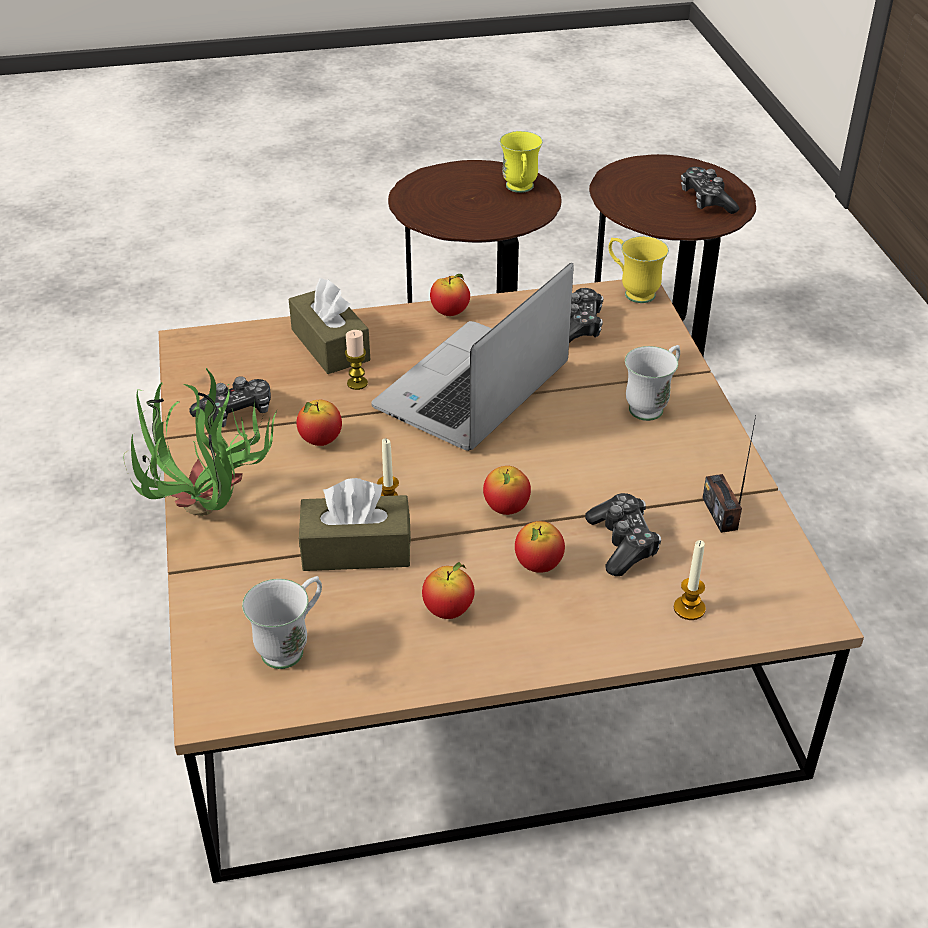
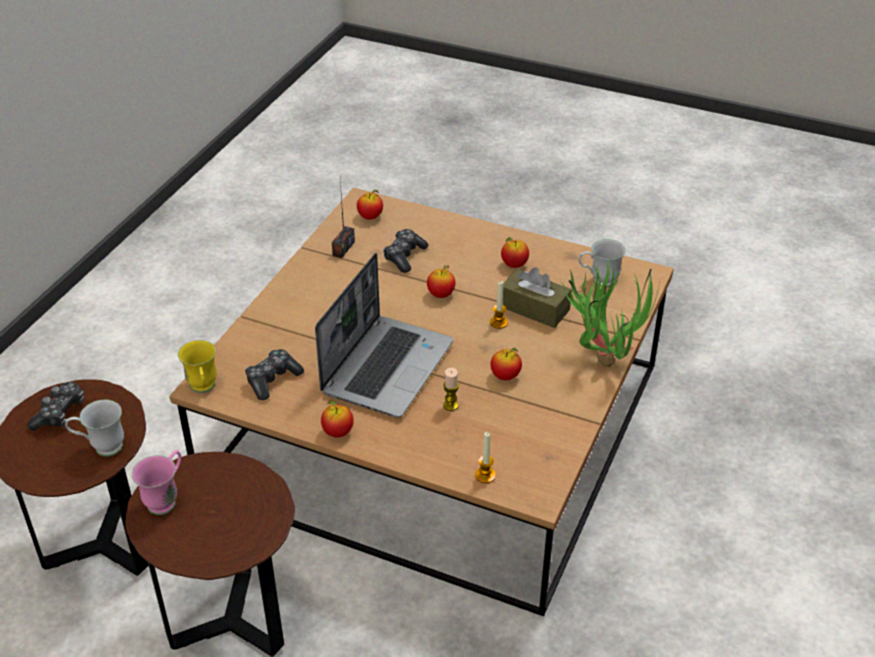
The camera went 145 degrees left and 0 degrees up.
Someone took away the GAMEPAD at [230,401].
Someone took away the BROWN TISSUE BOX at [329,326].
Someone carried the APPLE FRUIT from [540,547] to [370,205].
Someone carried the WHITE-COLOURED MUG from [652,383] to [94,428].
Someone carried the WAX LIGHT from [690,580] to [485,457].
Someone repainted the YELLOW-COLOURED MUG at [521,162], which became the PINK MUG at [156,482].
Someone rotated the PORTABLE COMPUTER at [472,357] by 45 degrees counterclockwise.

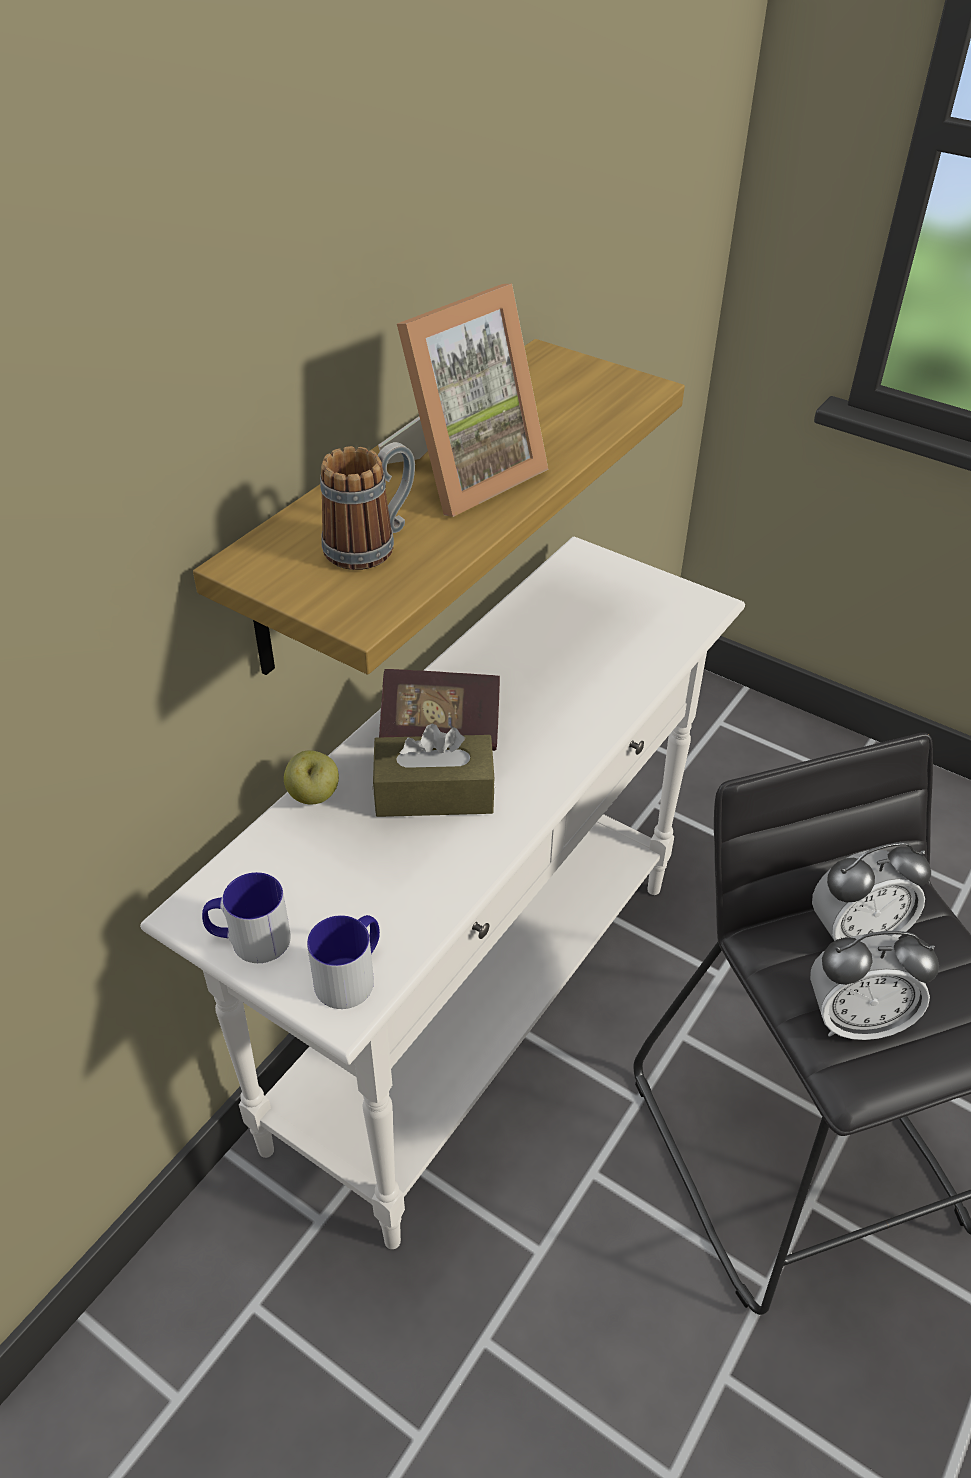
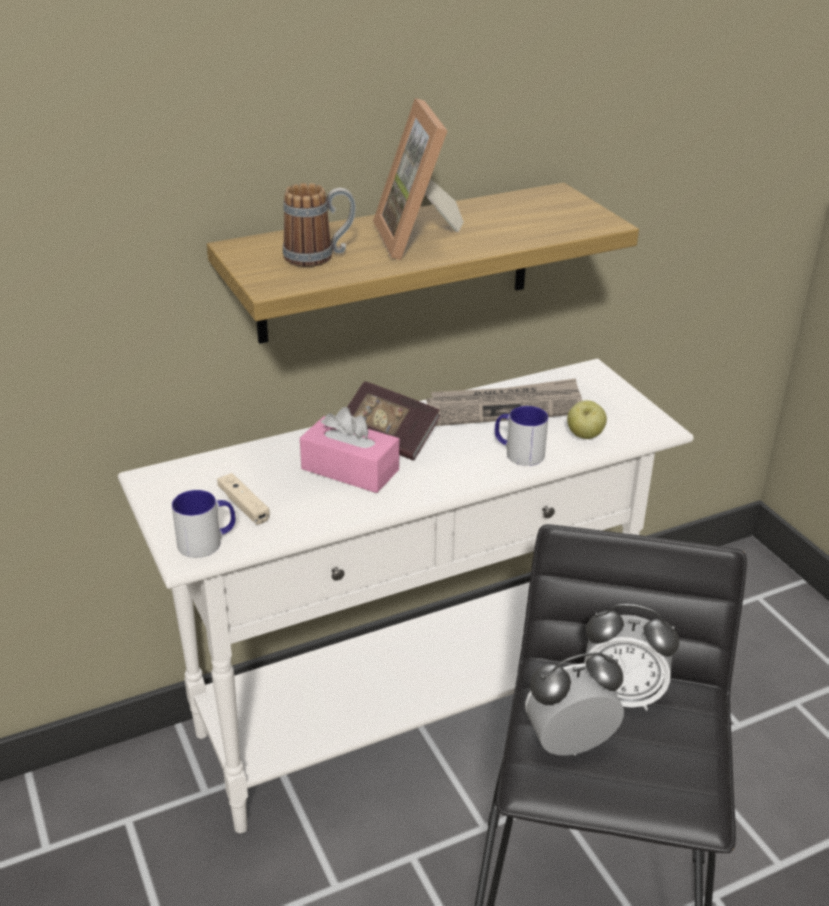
The camera went 30 degrees right and 10 degrees down.
Someone put down the BEIGE GAMEPAD at [243,499].
Someone put down the NEWSPAPER at [504,402].
Someone carried the MUG from [246,917] to [521,436].
Someone carried the APPLE FRUIT from [311,777] to [587,419].
Someone repainted the BROWN TISSUE BOX at [434,770], which became the PINK TISSUE BOX at [349,450].
Someone rotated the PICTURE FRAME at [463,400] by 90 degrees clockwise.
Someone rotated the BEDSIDE CLOCK at [874,985] by 135 degrees clockwise.

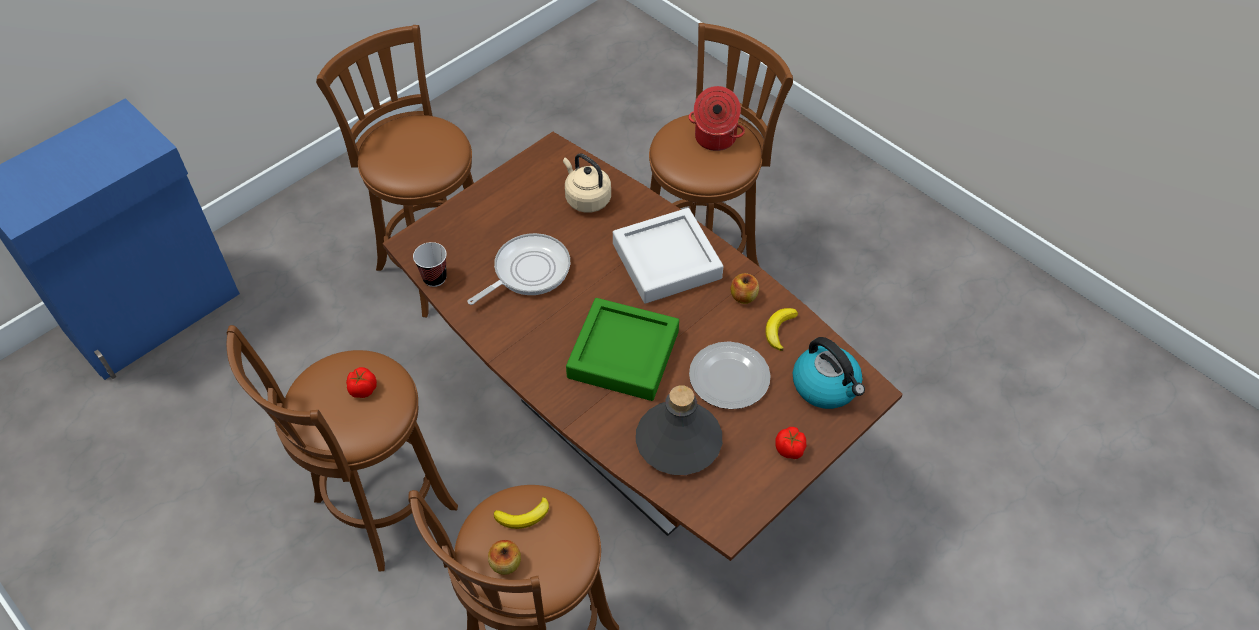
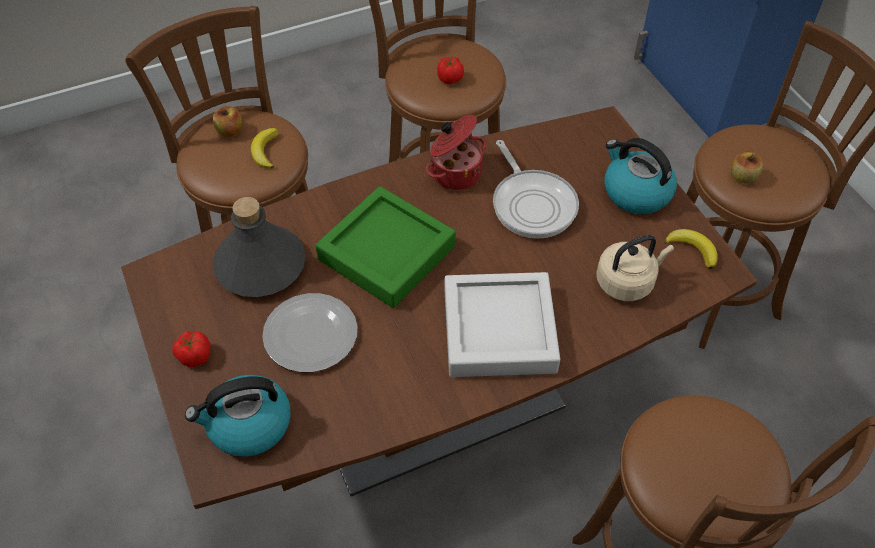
The camera went 110 degrees right and 0 degrees up.
Someone took away the DRINKING CUP at [430,264].
Someone put down the KETTLE at [640,176].
Someone carried the SAUCEPOT from [717,118] to [456,152].
Someone carried the APPLE FRUIT from [745,288] to [747,168].
Someone carried the BANANA FRUIT from [781,329] to [691,249].

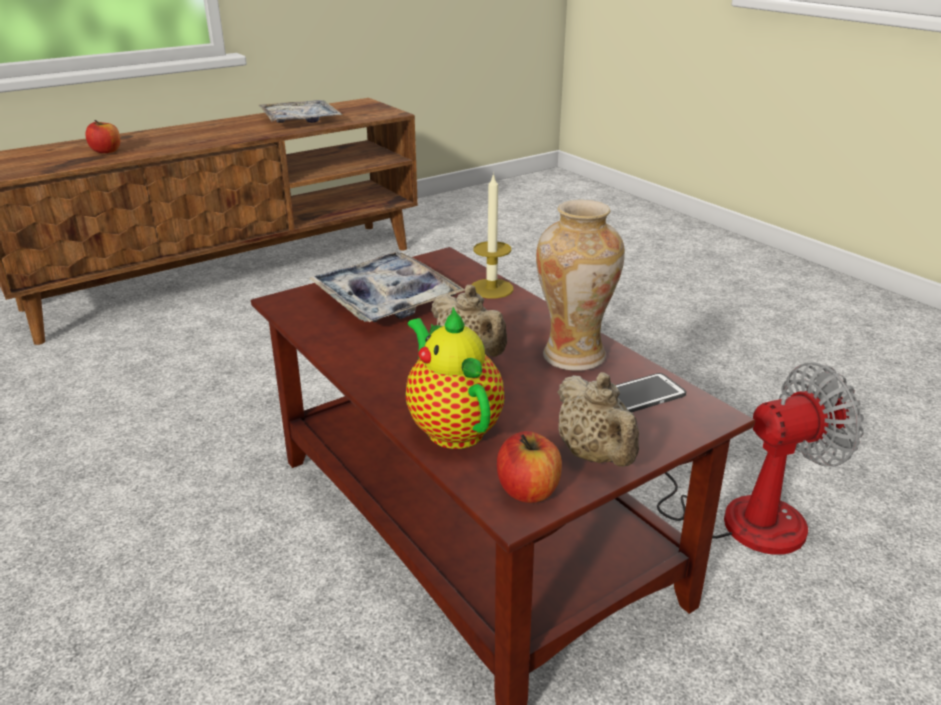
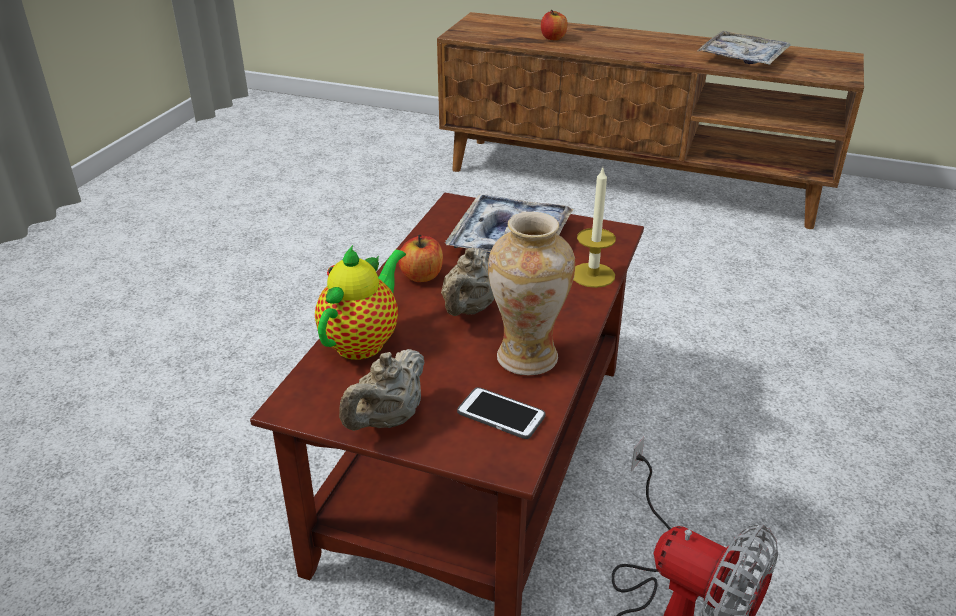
The camera went 55 degrees right and 5 degrees up.
Someone carried the APPLE FRUIT from [529,467] to [421,258].

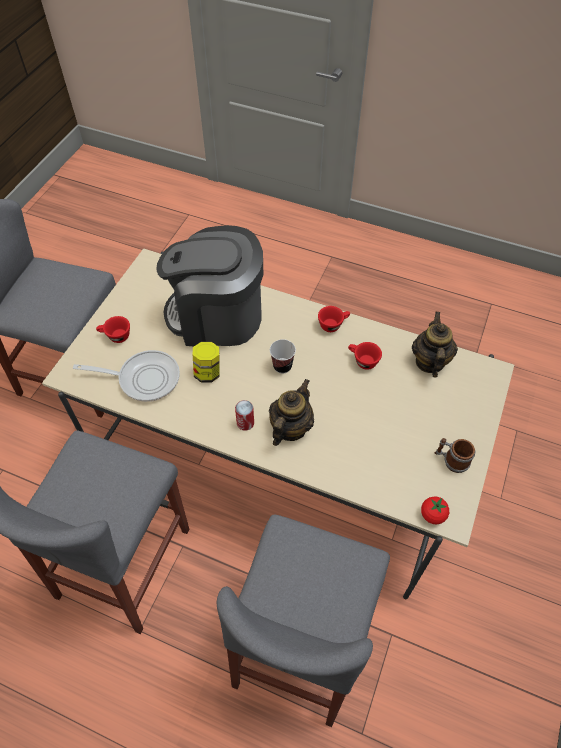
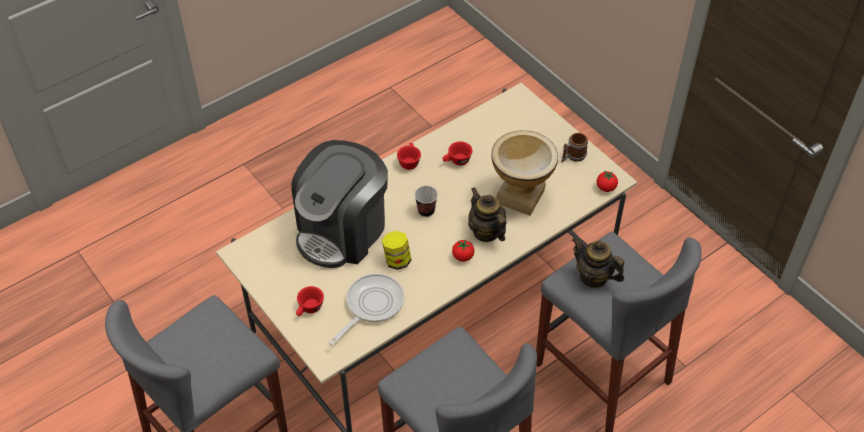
The camera went 60 degrees left and 5 degrees down.
Someone put down the VASE at [524,172].
Someone carried the TEAPOT from [435,345] to [598,263].
Someone swapped the METAL CAN at [244,415] for the WHOLE TOMATO at [463,251].

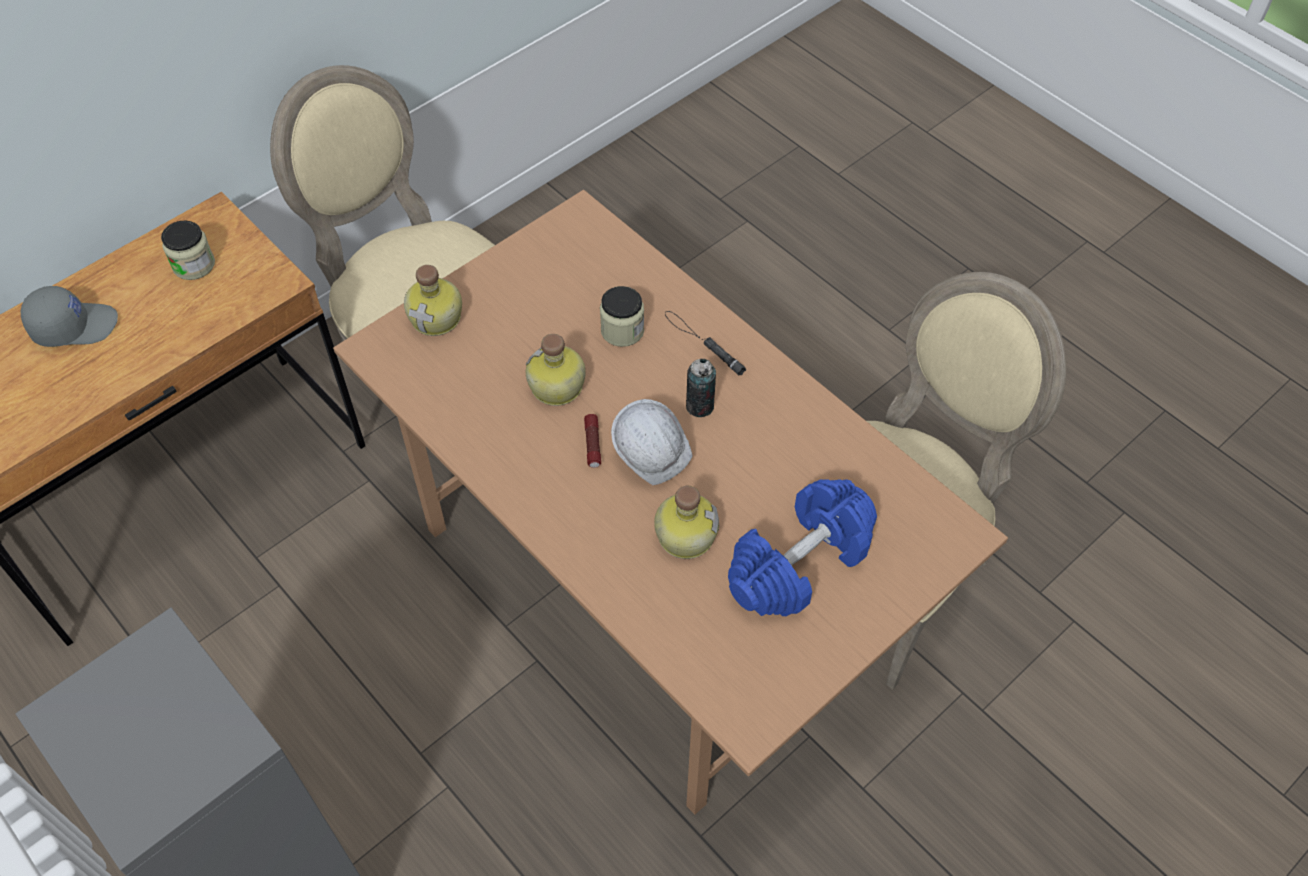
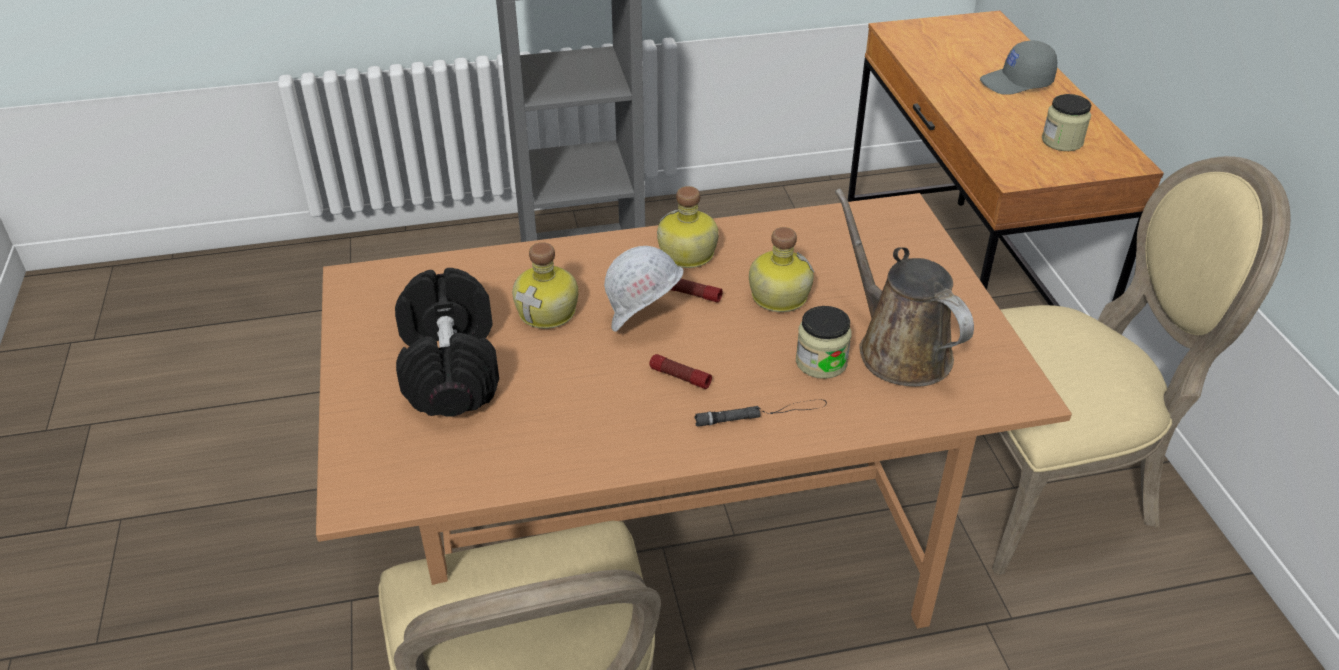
The camera went 120 degrees right and 15 degrees down.
Someone put down the BROWN SPRINKLING CAN at [904,288].
Someone carried the BOTTLE from [433,300] to [688,227].
Someone swapped the METAL CAN at [701,387] for the FLASHLIGHT at [681,371].
Someone repainted the BLUISH DUMBBELL at [802,547], which became the BLACK DUMBBELL at [447,342].
Someone rotated the GRAY CAP at [69,316] by 60 degrees clockwise.

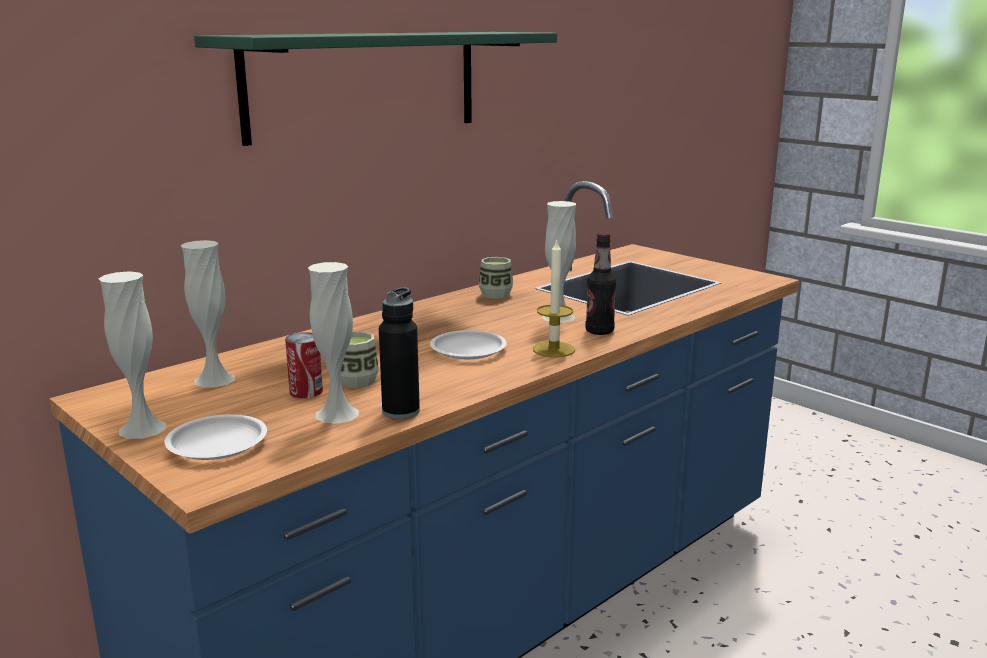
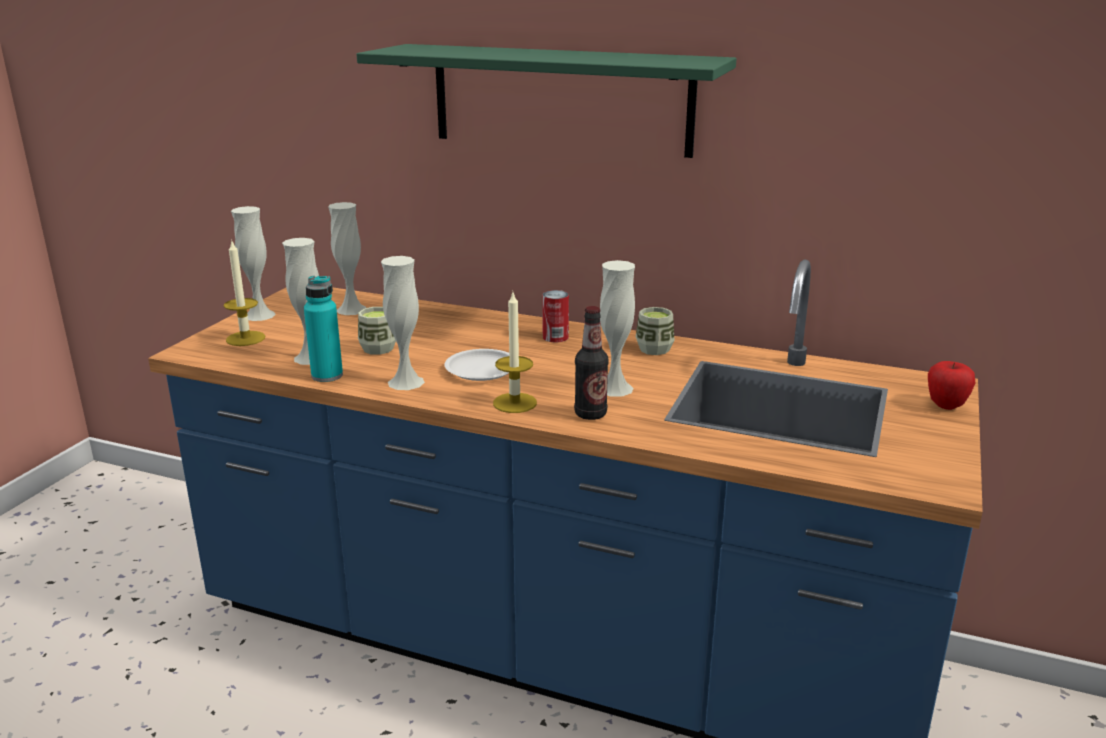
The camera went 65 degrees right and 5 degrees up.
Someone put down the WHITE-COLOURED VASE at [403,323].
Someone put down the APPLE FRUIT at [951,385].
Someone carried the METAL CAN from [304,365] to [555,316].
Someone swapped the WHITE-COLOURED DINNER PLATE at [215,437] for the WAX LIGHT at [244,293].
Someone repainted the BLACK BOTTLE at [399,353], which became the TURQUOISE-COLOURED BOTTLE at [323,329].

